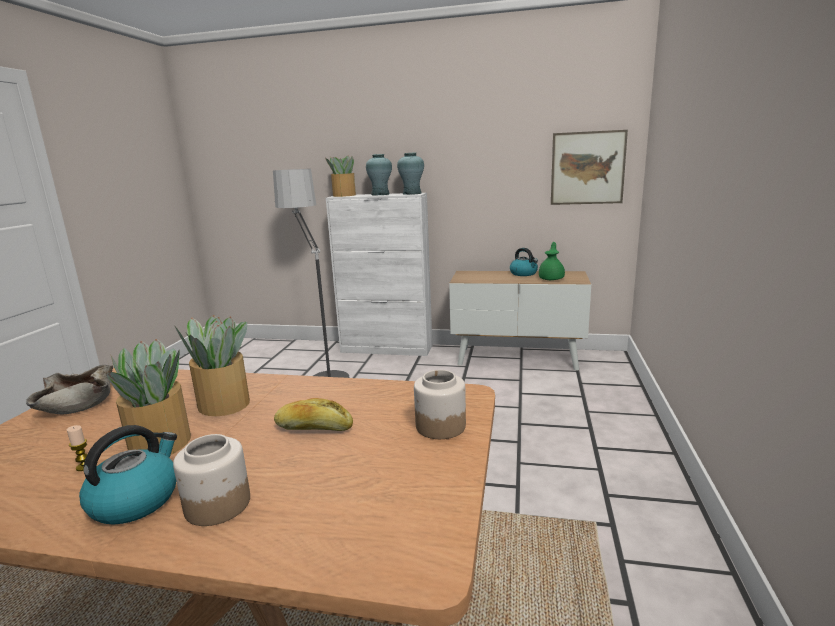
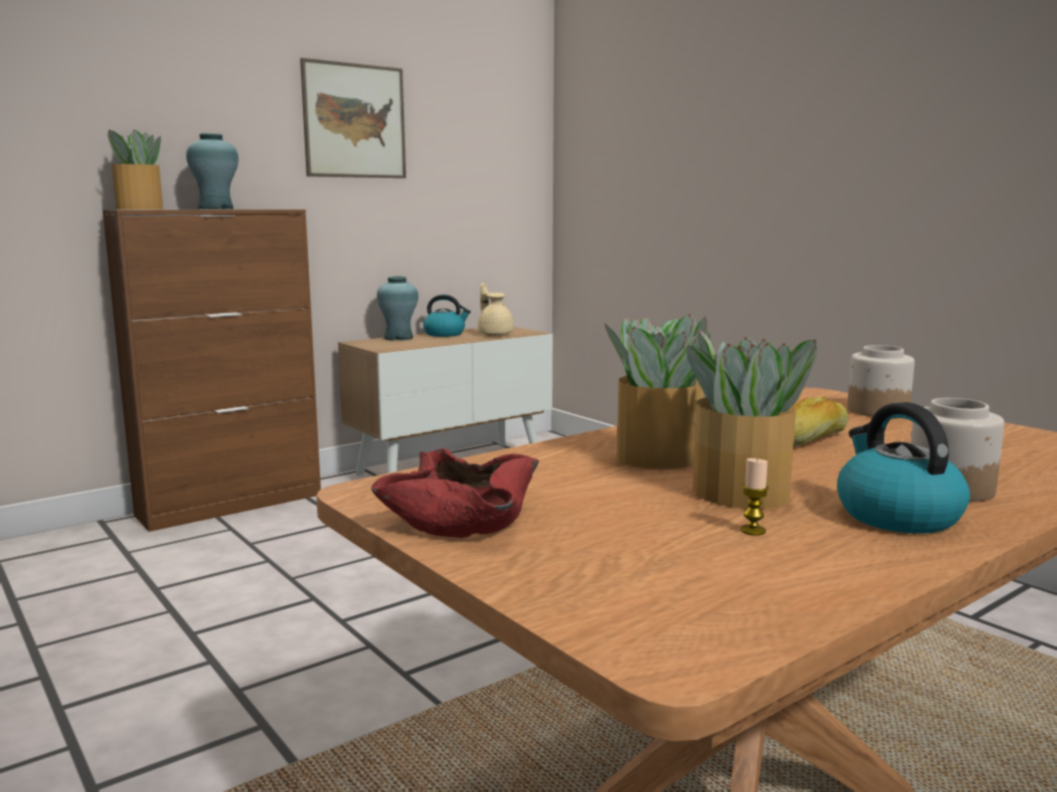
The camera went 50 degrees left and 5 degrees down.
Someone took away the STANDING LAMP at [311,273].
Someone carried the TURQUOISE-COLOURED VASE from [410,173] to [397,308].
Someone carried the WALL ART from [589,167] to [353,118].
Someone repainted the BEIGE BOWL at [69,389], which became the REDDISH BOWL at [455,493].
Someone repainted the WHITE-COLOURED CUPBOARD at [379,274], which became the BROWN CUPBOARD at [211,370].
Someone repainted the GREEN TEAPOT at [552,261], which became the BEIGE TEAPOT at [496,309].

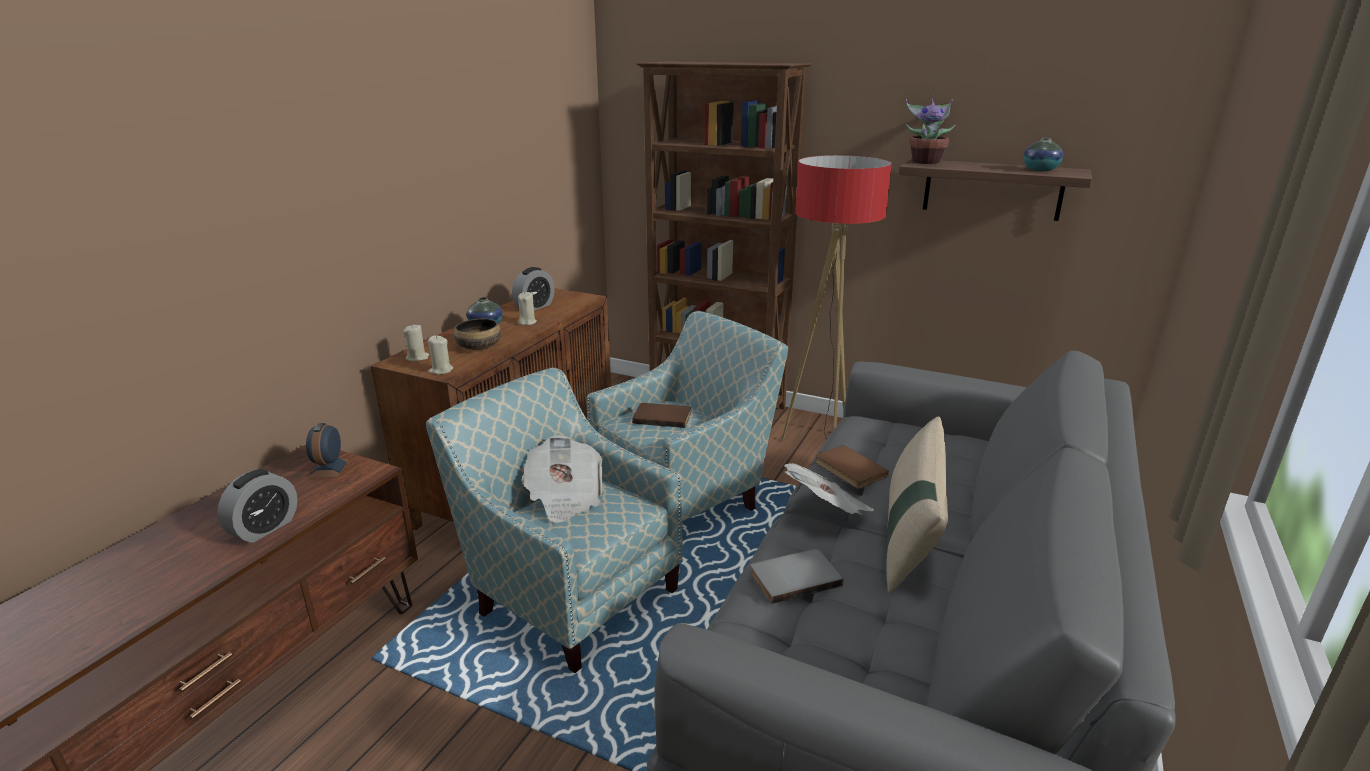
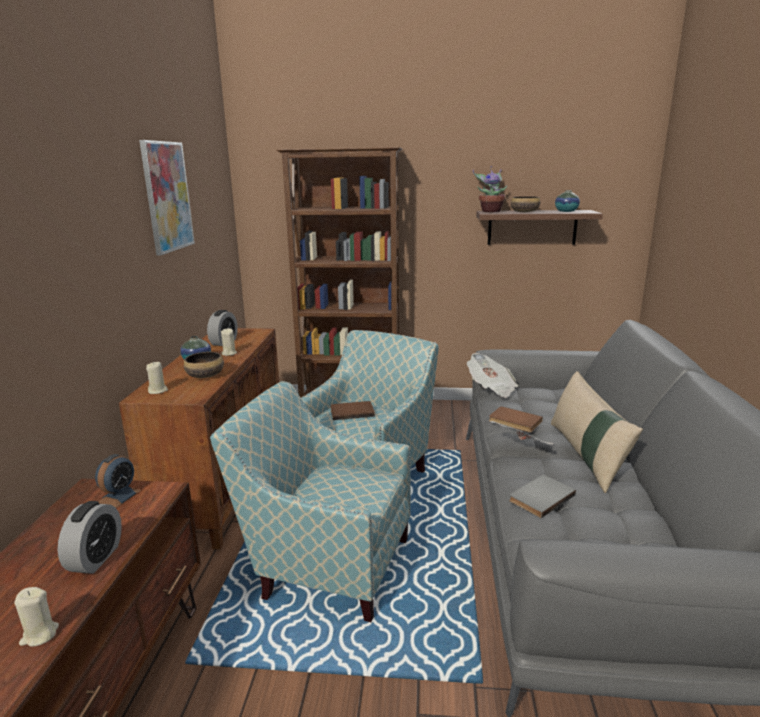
The camera went 20 degrees left and 5 degrees down.
Someone took away the STANDING LAMP at [837,298].
Someone put up the WALL ART at [167,197].
Someone put down the BOWL at [525,204].
Someone carried the BEIGE WAX LIGHT from [440,355] to [36,617].
Someone carried the NEWSPAPER from [562,479] to [493,375].
Someone rotated the BEDSIDE CLOCK at [327,450] by 135 degrees counterclockwise.

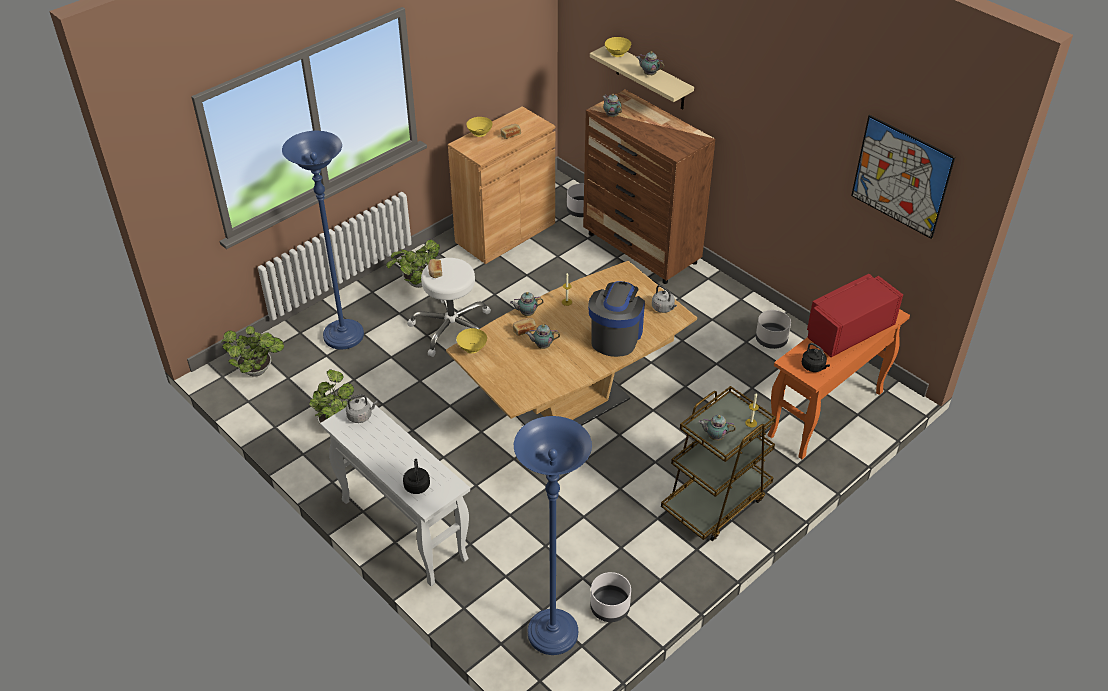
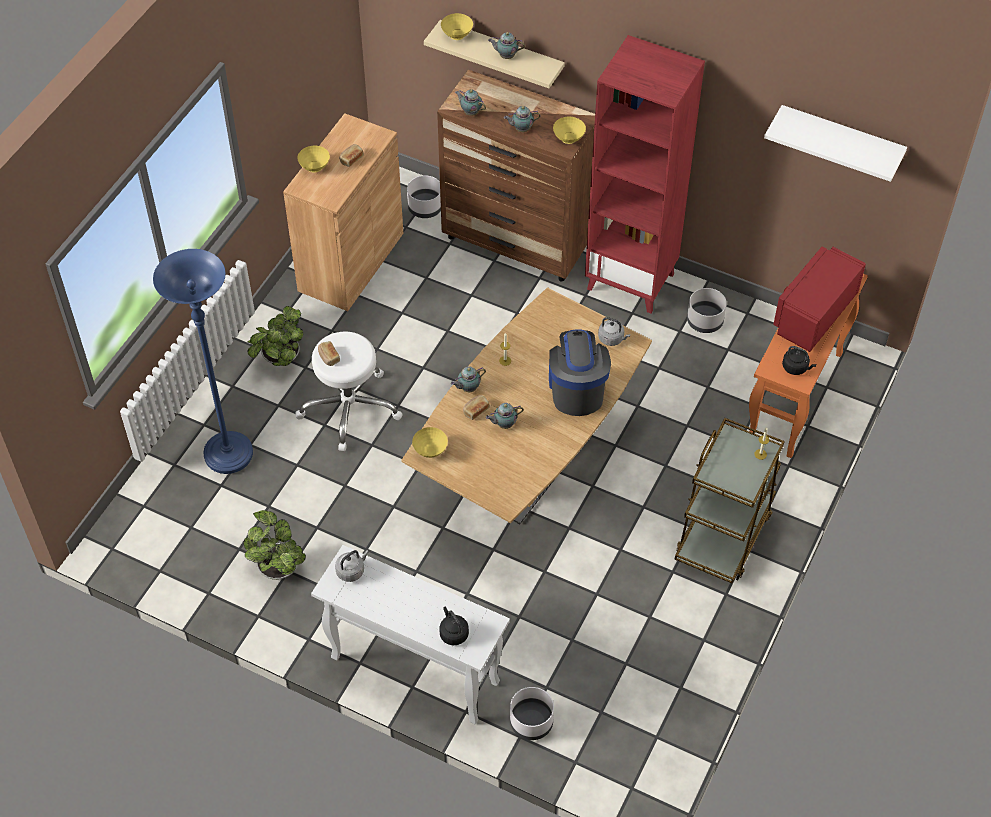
The camera went 20 degrees left and 10 degrees up.
Someone took away the POTTED PLANT at [252,351].
Someone took away the BLUISH STANDING LAMP at [553,535].
Someone put down the YELLOW-COLOURED BOWL at [569,130].
Someone put down the REDDISH BOOKCASE at [645,174].
Someone carried the WHITE-COLOURED FLOWER POT from [610,597] to [532,713].
Someone carried the TEAPOT from [717,428] to [522,119].
Someone swapped the WALL ART at [903,177] for the WHITE-COLOURED BRACKET SHELF at [835,143].

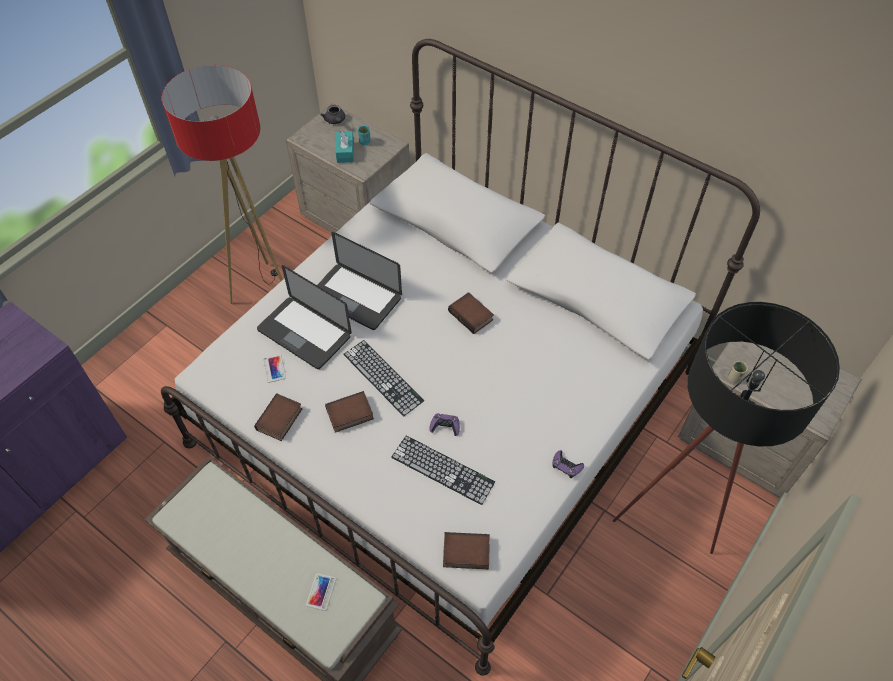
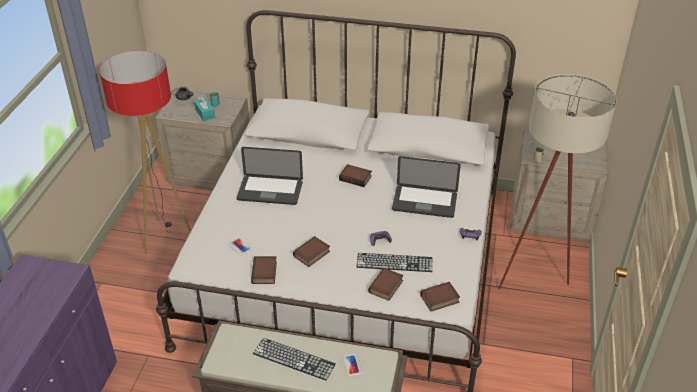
The camera went 25 degrees left and 15 degrees down.
Someone put down the BOOK at [385,284].
Someone carried the PORTABLE COMPUTER from [304,317] to [426,187].
Someone carried the COMPUTER KEYBOARD from [383,378] to [294,359].
Someone repainted the BLACK STANDING LAMP at [726,428], which became the BEIGE STANDING LAMP at [557,181].

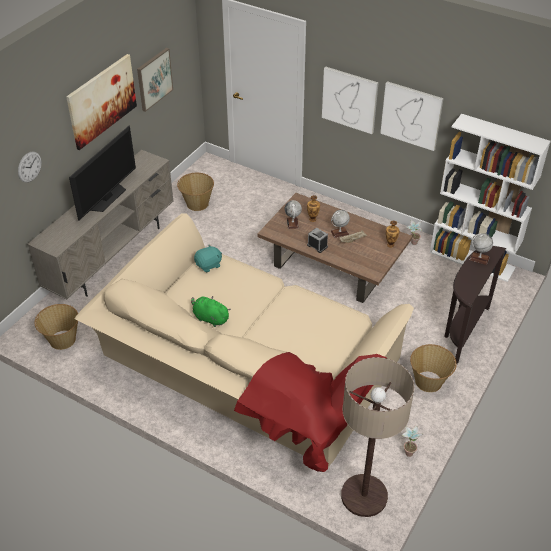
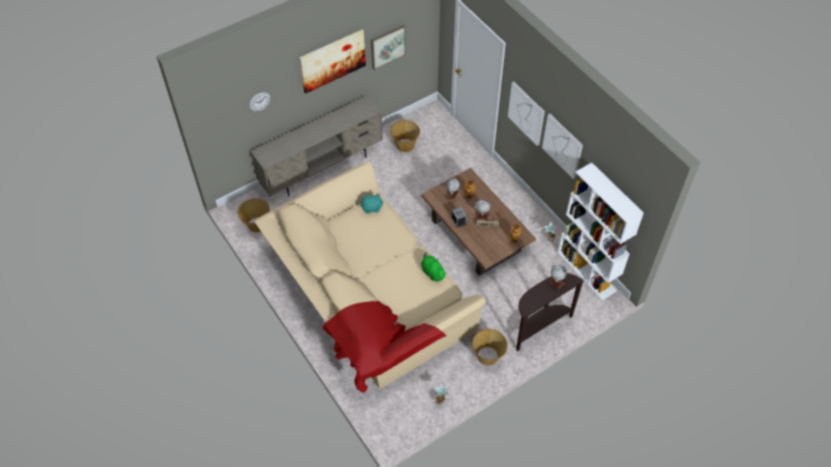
The camera went 25 degrees right and 10 degrees up.
Someone took away the TV SET at [102,173].
Someone took away the STANDING LAMP at [377,437].
Someone carried the GREEN CUDDLY TOY from [211,311] to [434,267].

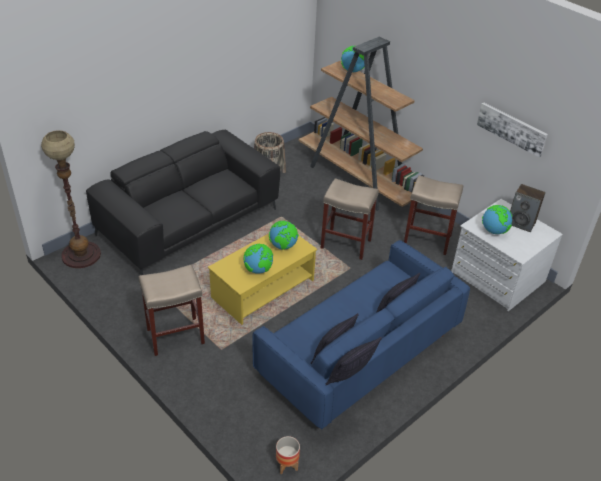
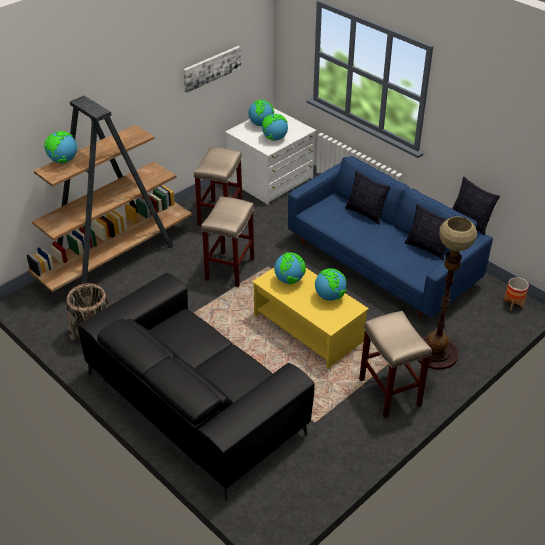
The camera went 90 degrees left and 0 degrees up.
Someone carried the STANDING LAMP from [71,199] to [447,293].
Someone swapped the AUDIO SPEAKER at [527,208] for the WORLD GLOBE at [261,113].

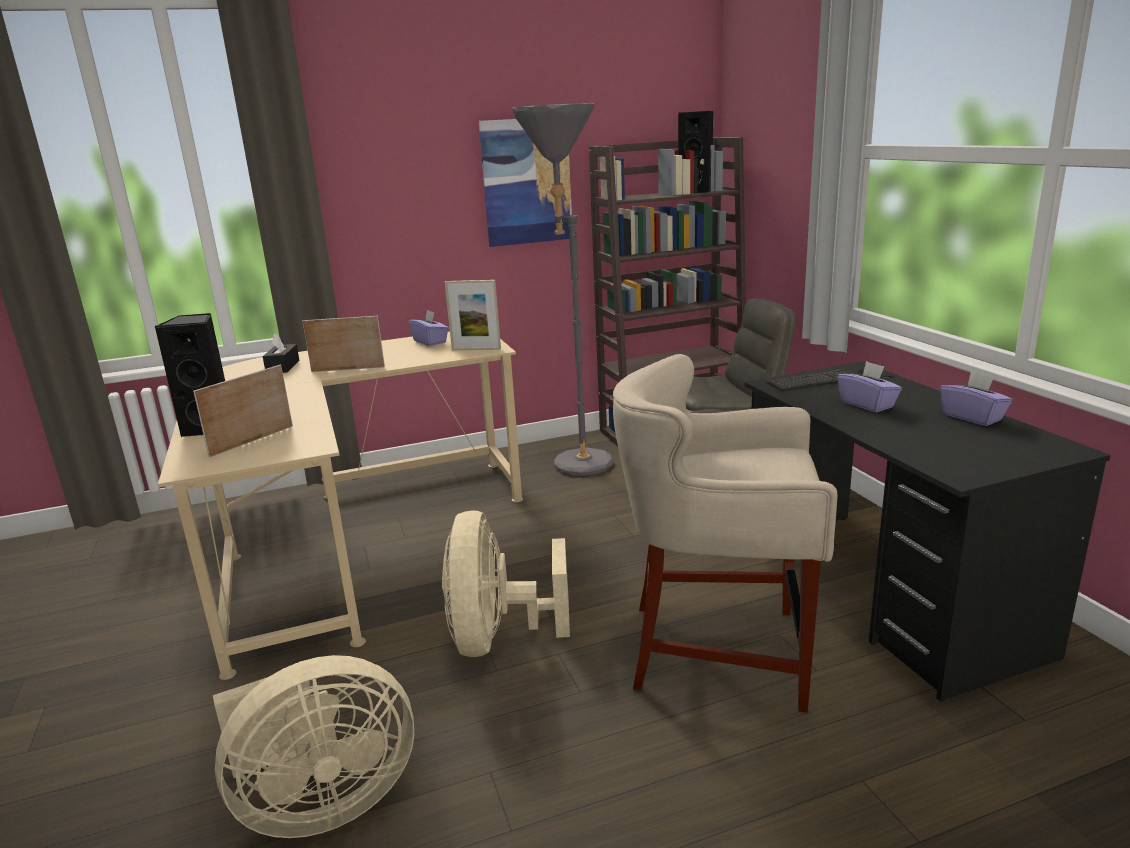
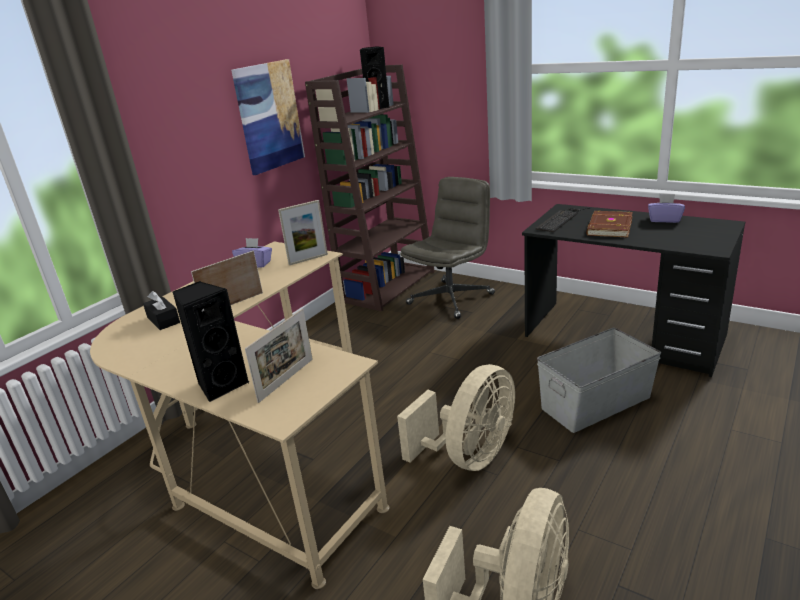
The camera went 35 degrees left and 5 degrees up.
Someone took away the GRAY STANDING LAMP at [562,289].
Someone swapped the BEIGE SITTING STOOL at [725,533] for the GRAY STORAGE CONTAINER at [599,380].
Someone swapped the PURPLE TISSUE BOX at [869,387] for the BROWN BOOK at [609,224].
Someone rotated the PICTURE FRAME at [243,411] by 150 degrees counterclockwise.
Someone rotated the BEIGE COOLING FAN at [506,583] by 105 degrees counterclockwise.

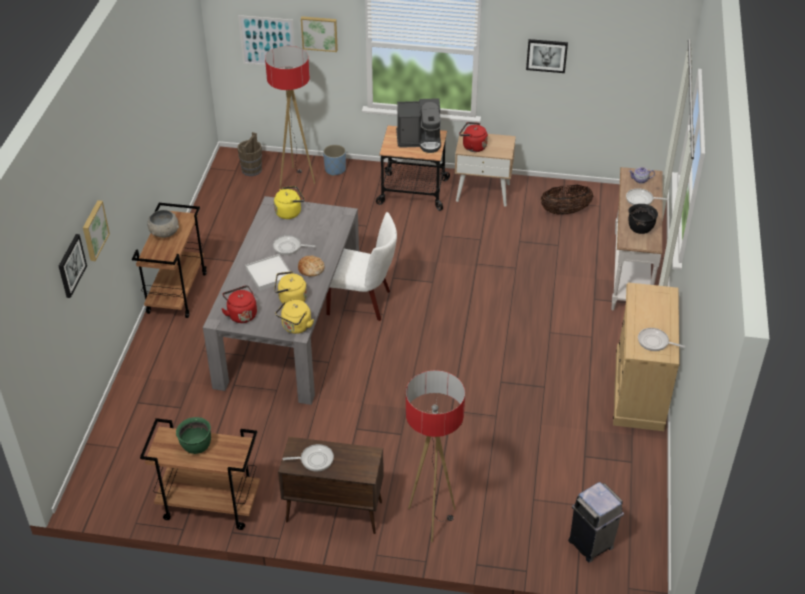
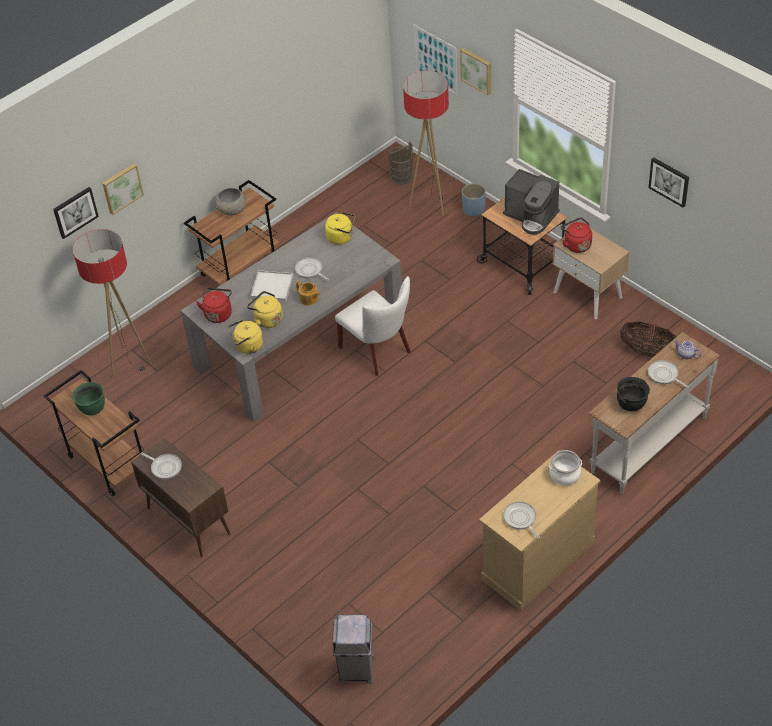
The camera went 40 degrees right and 5 degrees up.
Someone put down the SAUCEPOT at [565,467].
Someone carried the STANDING LAMP from [435,456] to [112,303].
Someone swapped the BAKED BREAD at [311,266] for the TEAPOT at [308,293].

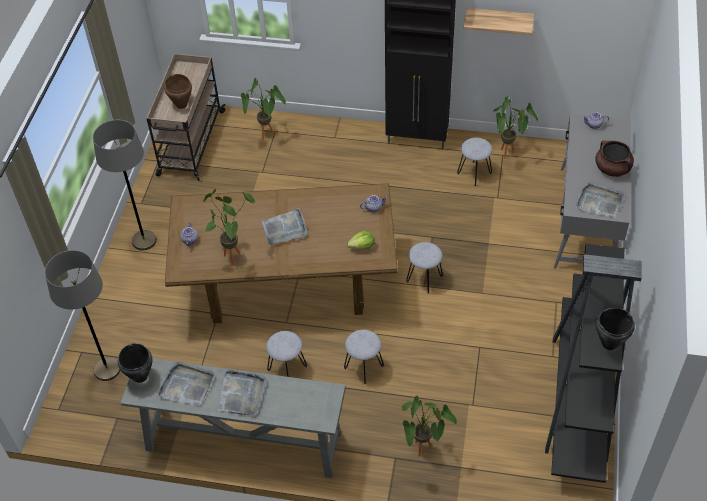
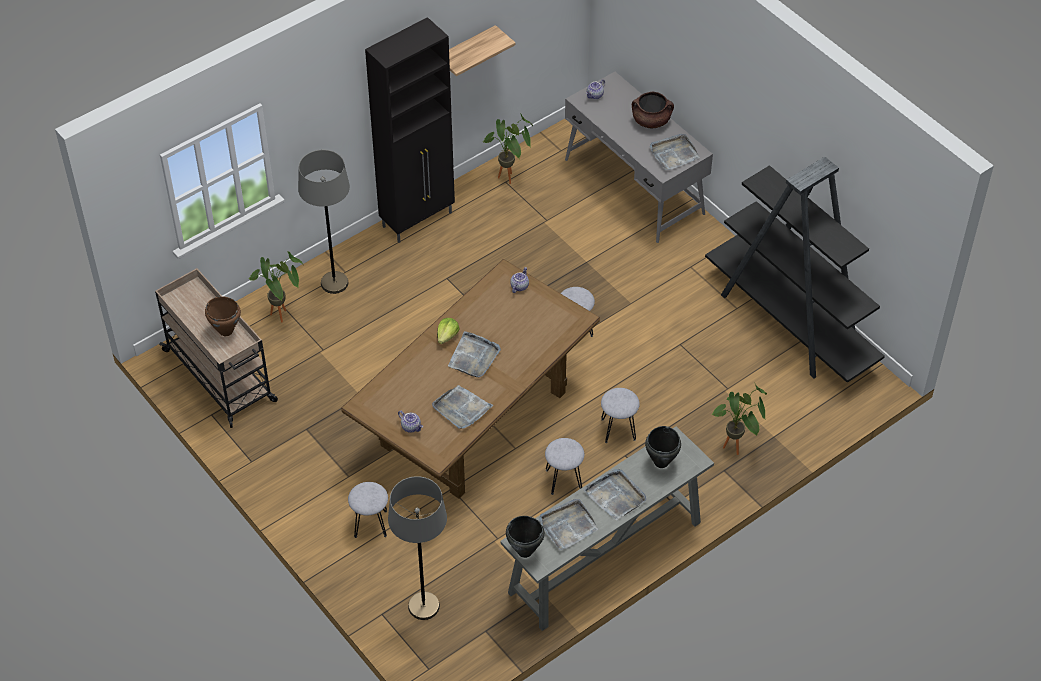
The camera went 50 degrees left and 0 degrees up.
Someone carried the GRAY STANDING LAMP from [125,185] to [324,222].
Someone carried the HEAD OF LETTUCE from [361,240] to [448,331].
Someone carried the GRAY SITTING STOOL from [474,161] to [368,510].
Someone carried the BLACK SAUCEPOT from [615,329] to [663,447].
Someone swapped the POTTED PLANT at [229,227] for the GRAY SERVING TRAY at [463,407].

